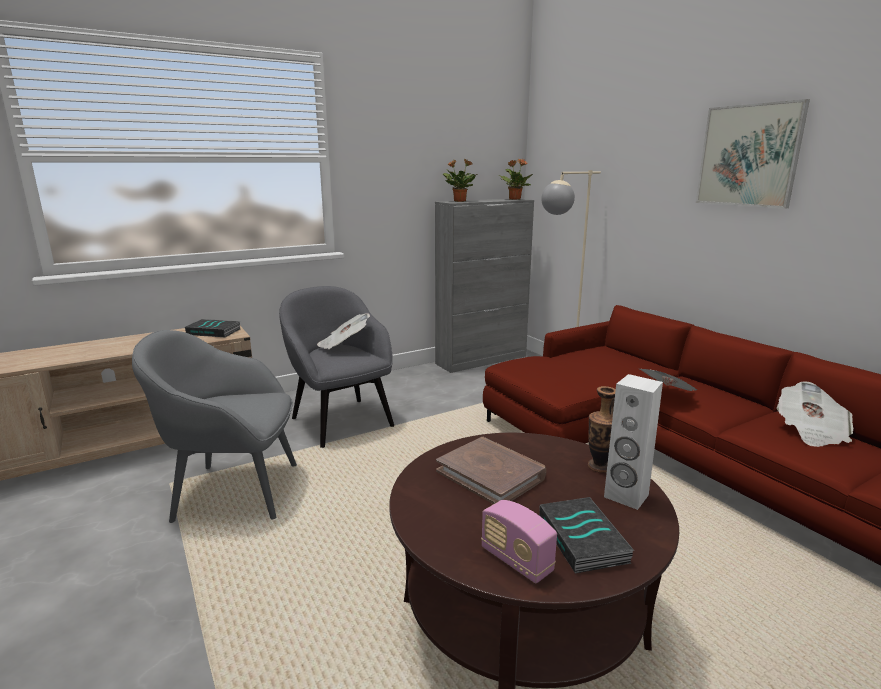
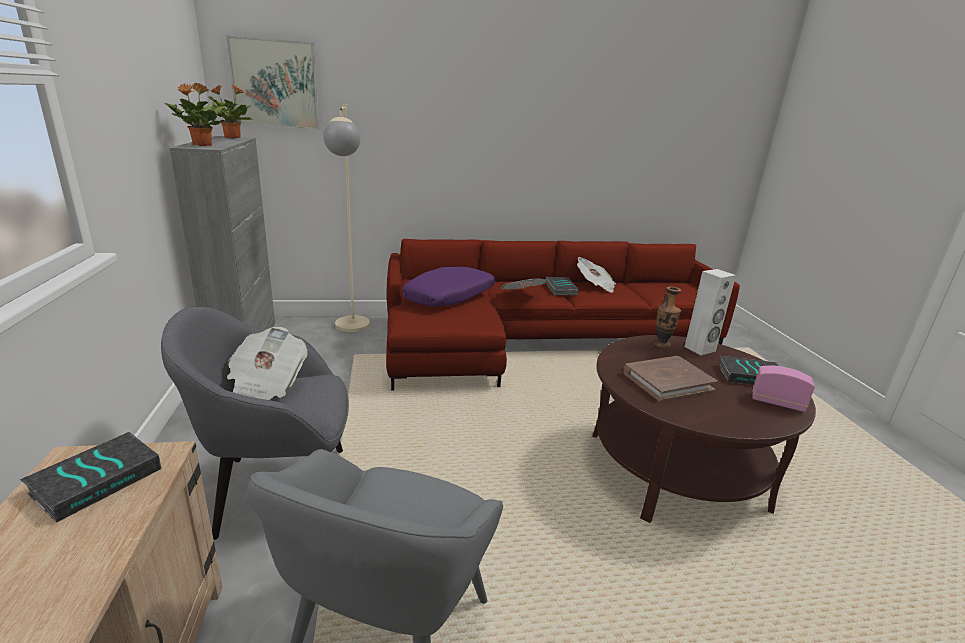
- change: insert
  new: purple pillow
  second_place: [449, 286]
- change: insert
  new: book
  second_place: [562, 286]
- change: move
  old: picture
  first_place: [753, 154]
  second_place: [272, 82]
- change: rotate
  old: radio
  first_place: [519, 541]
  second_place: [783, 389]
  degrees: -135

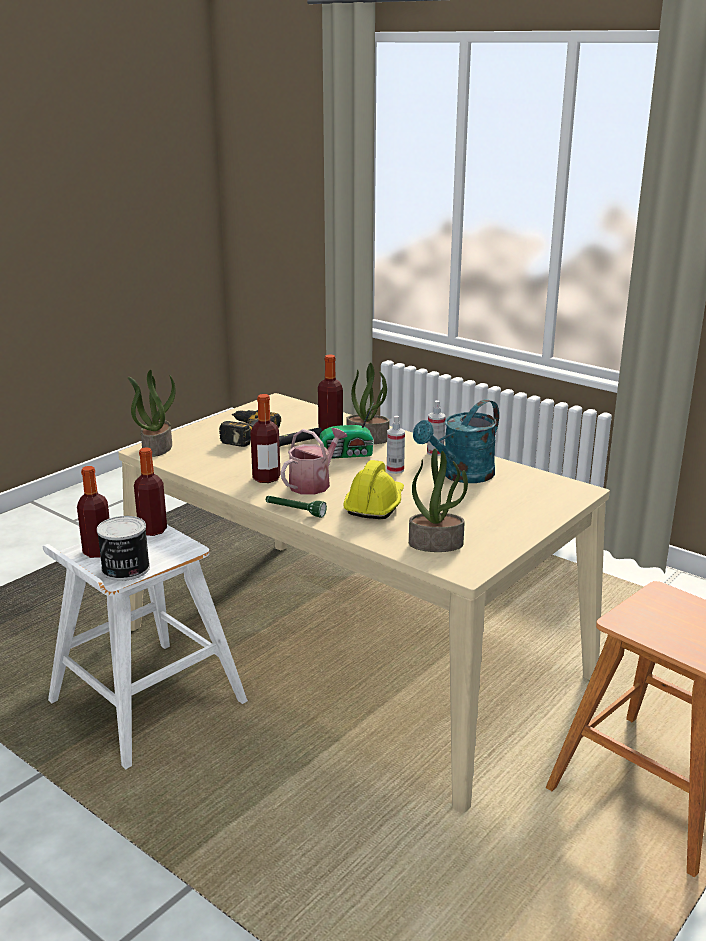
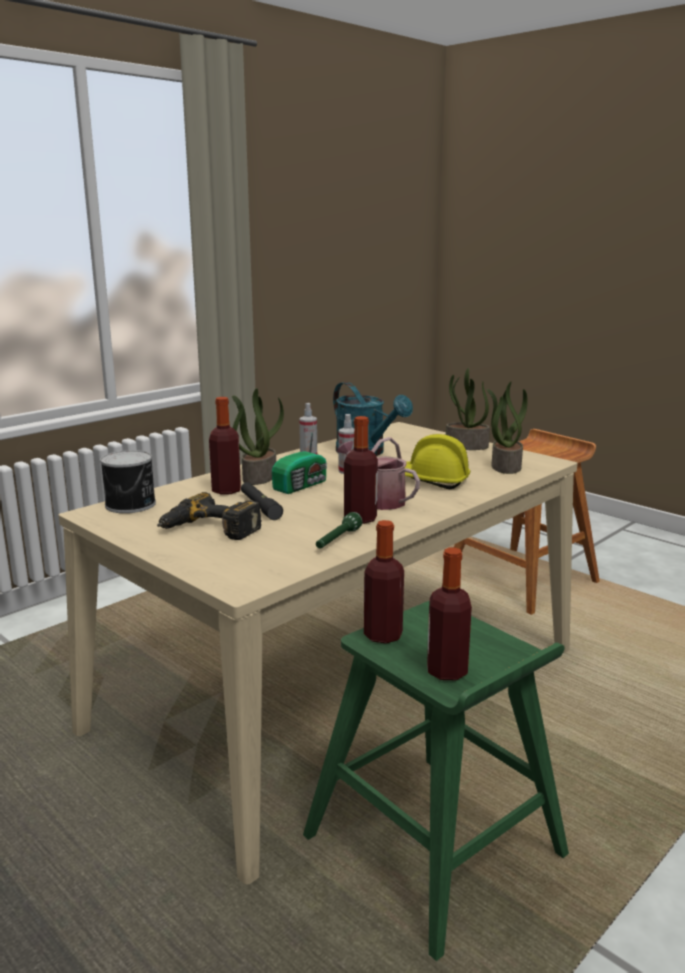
- change: move
  old: can
  first_place: [123, 548]
  second_place: [128, 481]
- change: move
  old: potted plant
  first_place: [152, 413]
  second_place: [468, 409]
- change: move
  old: green flashlight
  first_place: [296, 506]
  second_place: [339, 530]
- change: recolor
  old: white stool
  new: green stool
  first_place: [145, 647]
  second_place: [436, 781]
- change: rotate
  old: radio
  first_place: [347, 430]
  second_place: [299, 458]
  degrees: 45

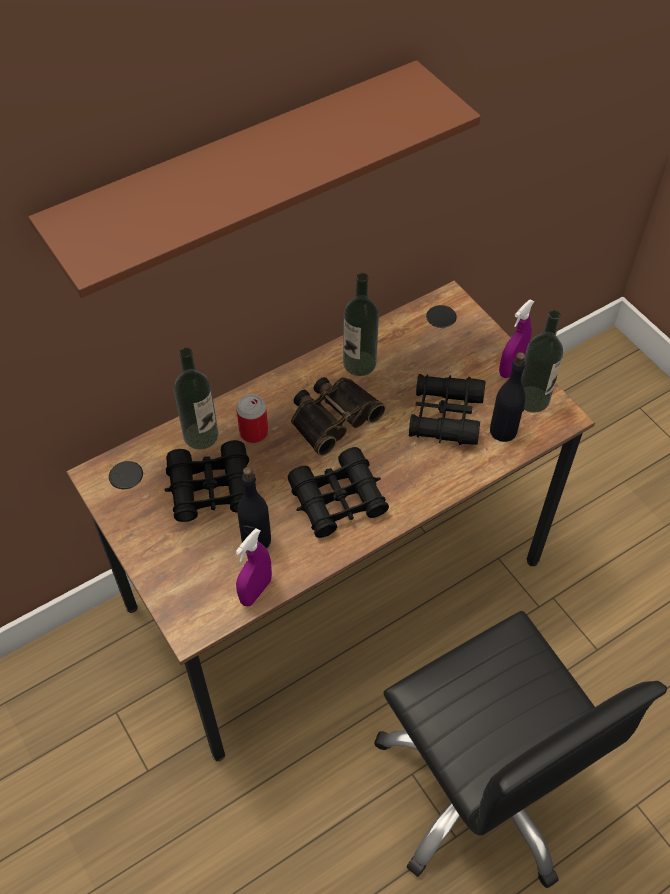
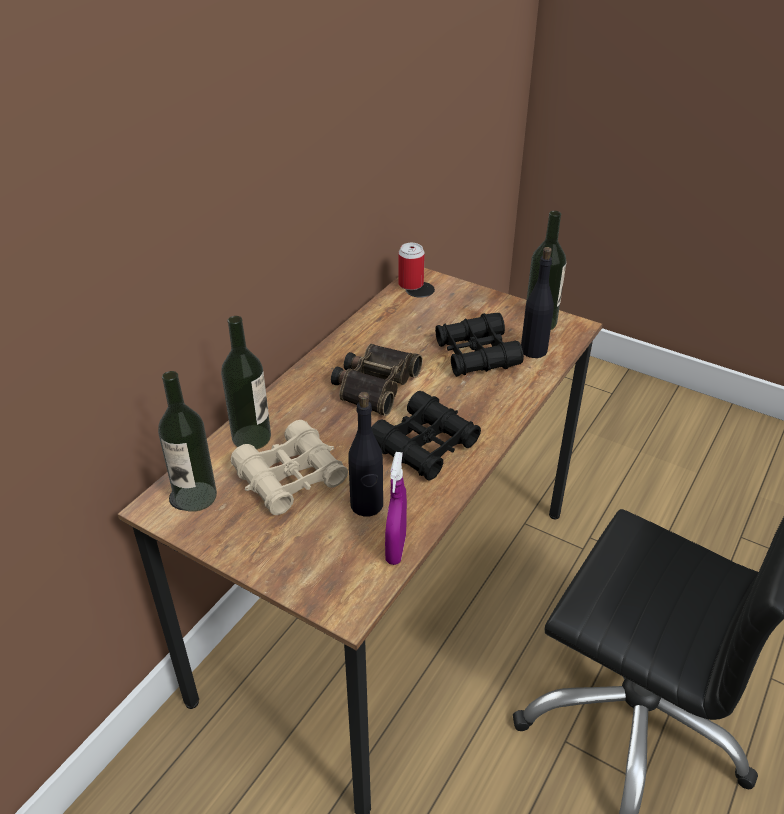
- change: delete
  old: brown shelf
  first_place: [254, 179]
- change: delete
  old: purple spray bottle
  first_place: [516, 339]
- change: move
  old: can
  first_place: [252, 418]
  second_place: [411, 266]
- change: move
  old: bottle
  first_place: [361, 324]
  second_place: [187, 441]
- change: recolor
  old: black binoculars
  new: beige binoculars
  first_place: [206, 481]
  second_place: [289, 467]

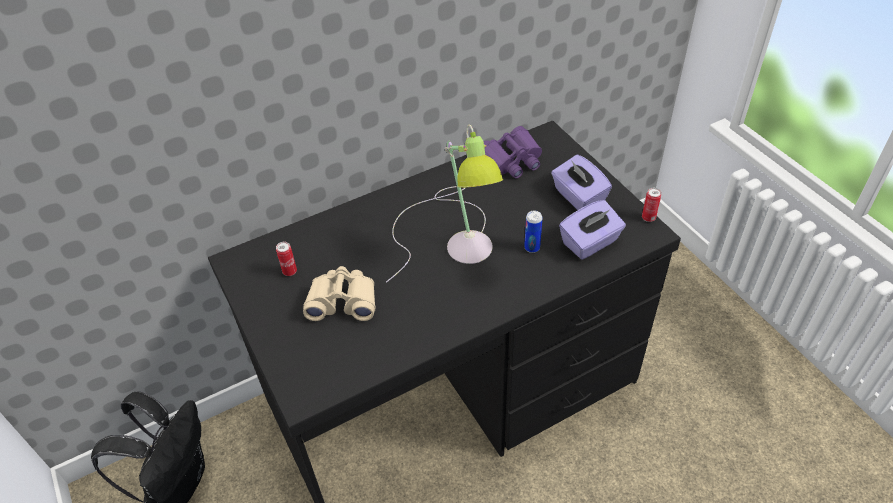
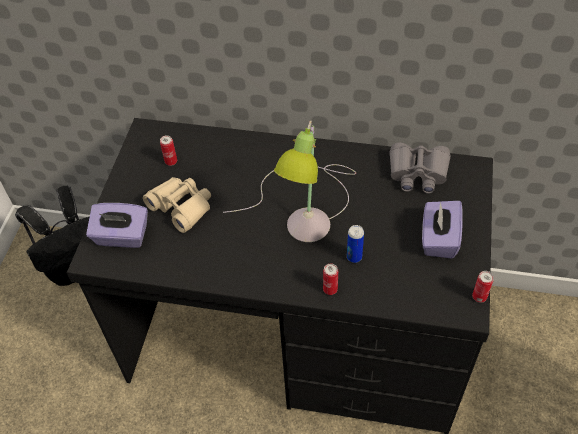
- change: insert
  new: can
  second_place: [330, 279]
- change: move
  old: purple tissue box
  first_place: [592, 230]
  second_place: [117, 225]
- change: recolor
  old: purple binoculars
  new: grey binoculars
  first_place: [513, 152]
  second_place: [420, 168]

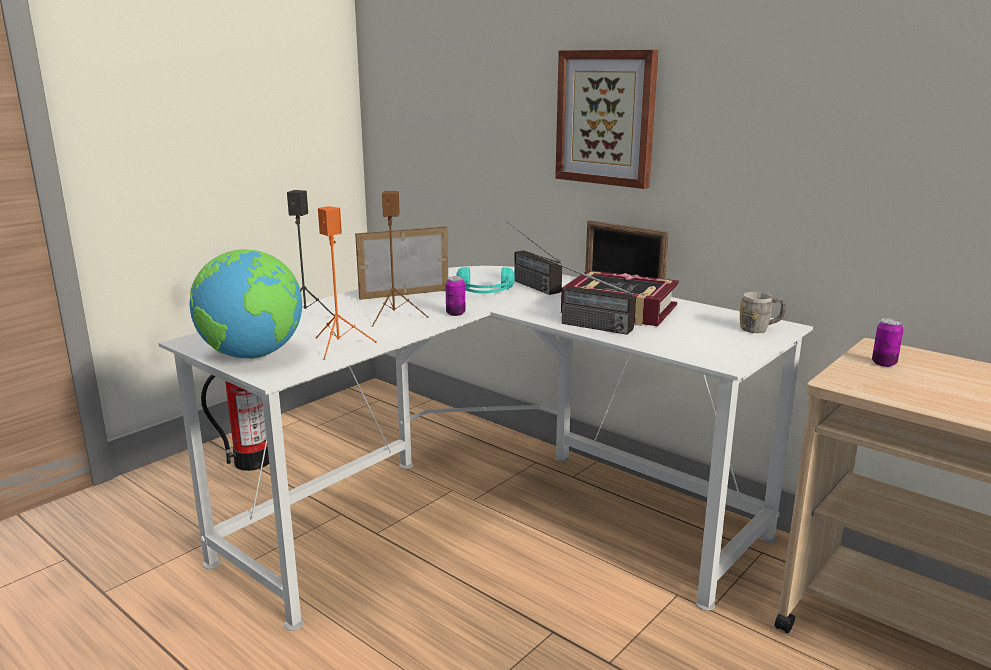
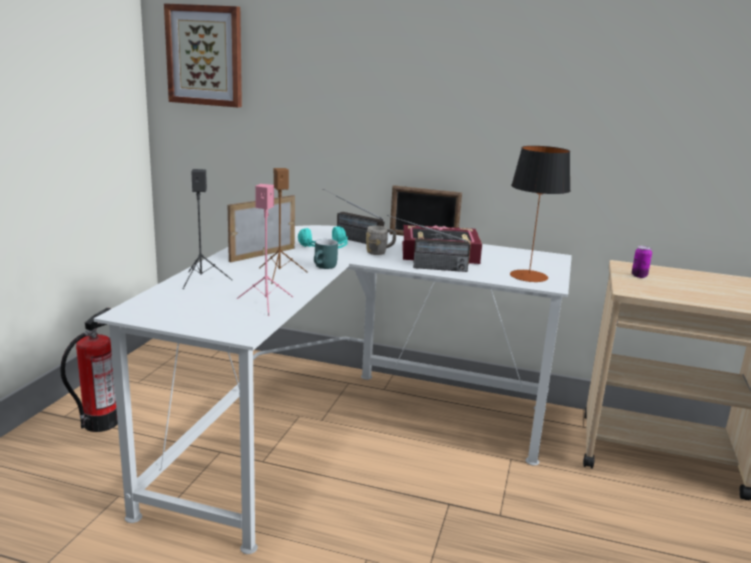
- change: delete
  old: globe
  first_place: [246, 304]
- change: insert
  new: table lamp
  second_place: [540, 214]
- change: move
  old: picture
  first_place: [606, 119]
  second_place: [203, 55]
- change: move
  old: grey mug
  first_place: [763, 312]
  second_place: [381, 240]
- change: replace
  old: can
  new: turquoise mug
  first_place: [455, 296]
  second_place: [326, 254]
- change: recolor
  old: orange speaker
  new: pink speaker
  first_place: [346, 283]
  second_place: [265, 250]

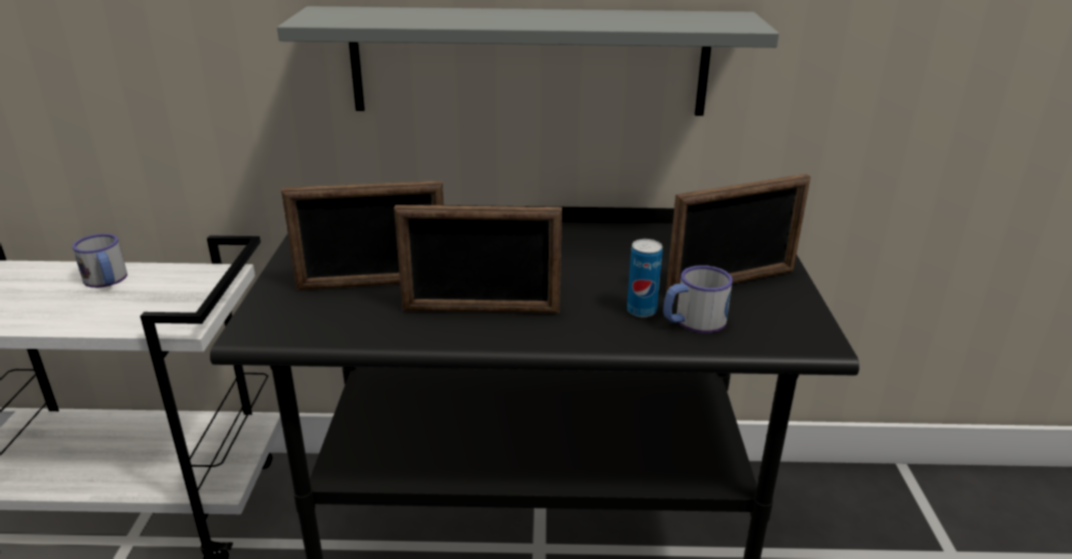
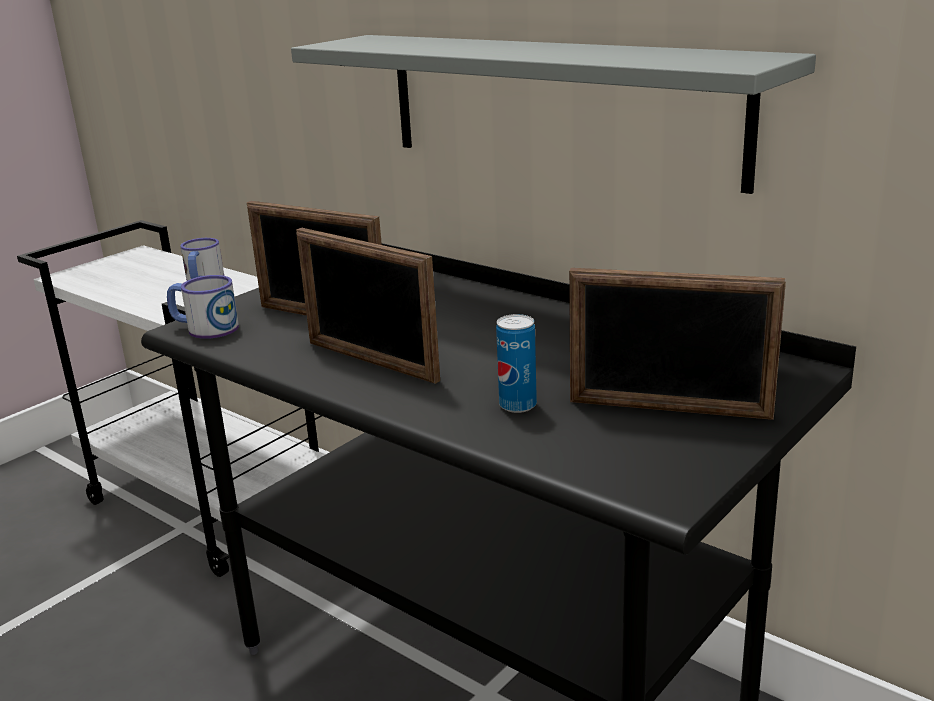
- change: move
  old: mug
  first_place: [698, 299]
  second_place: [203, 307]

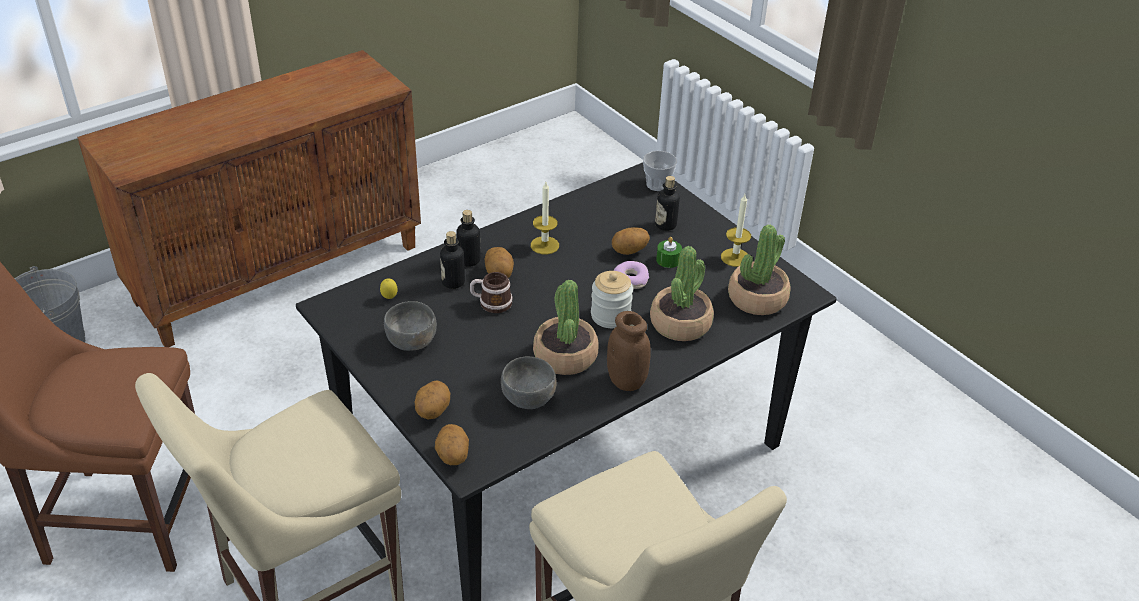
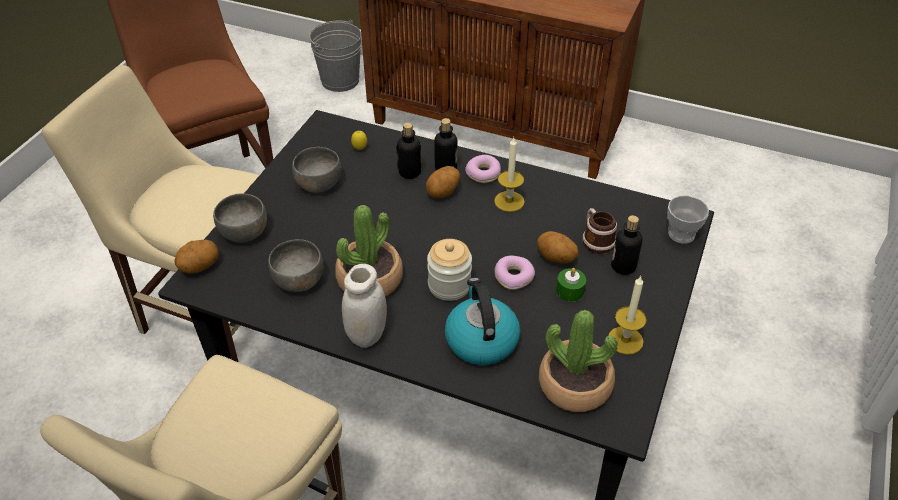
- change: insert
  new: donut
  second_place: [483, 169]
- change: move
  old: mug
  first_place: [491, 292]
  second_place: [600, 231]
- change: replace
  old: potato
  new: grey bowl
  first_place: [432, 400]
  second_place: [240, 218]
- change: replace
  old: potted plant
  new: kettle
  first_place: [682, 293]
  second_place: [482, 321]
- change: recolor
  old: brown jar
  new: white jar
  first_place: [629, 351]
  second_place: [364, 306]

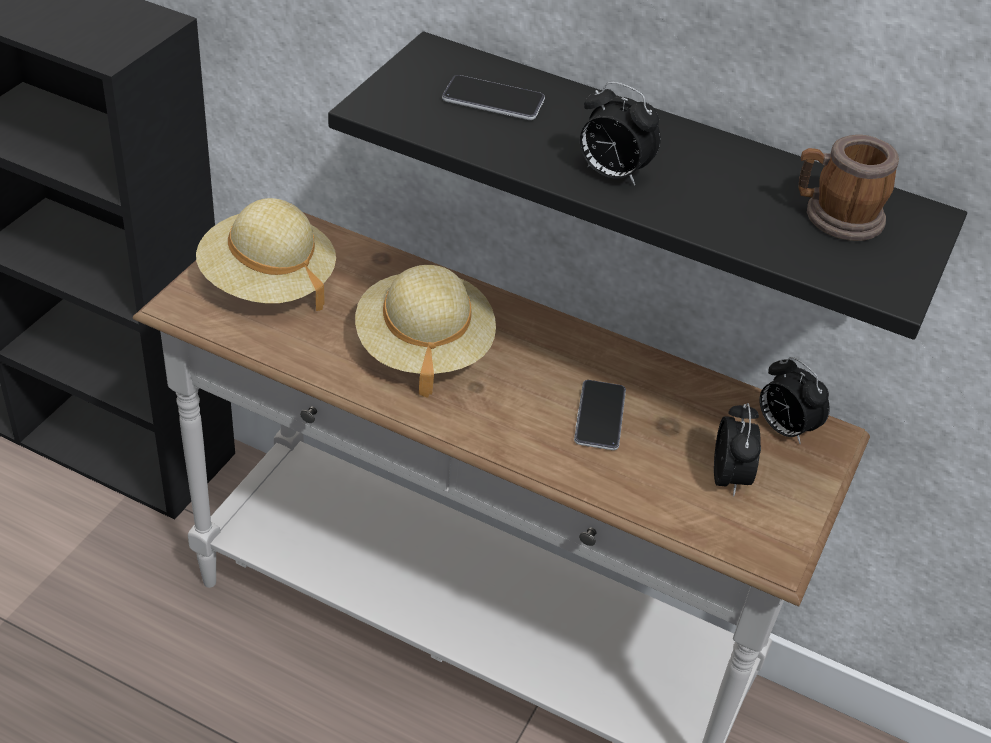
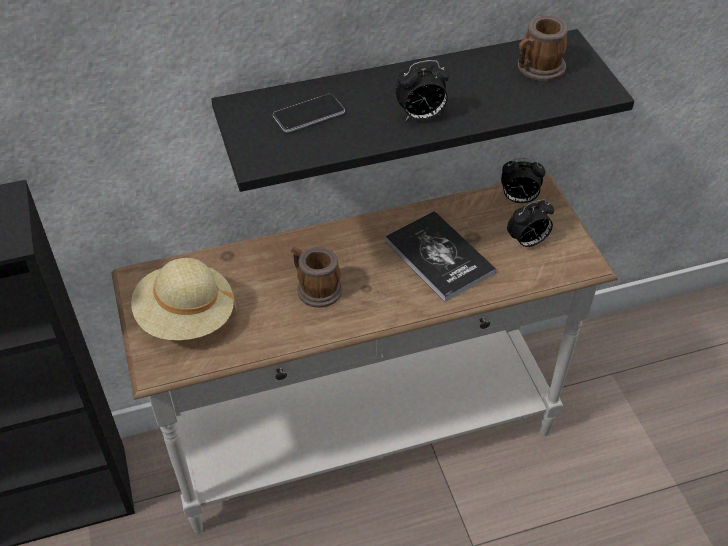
- change: replace
  old: beige hat
  new: mug
  first_place: [425, 331]
  second_place: [316, 277]
- change: replace
  old: phone
  new: book
  first_place: [600, 415]
  second_place: [440, 256]
- change: rotate
  old: alarm clock
  first_place: [737, 449]
  second_place: [530, 223]
  degrees: 105

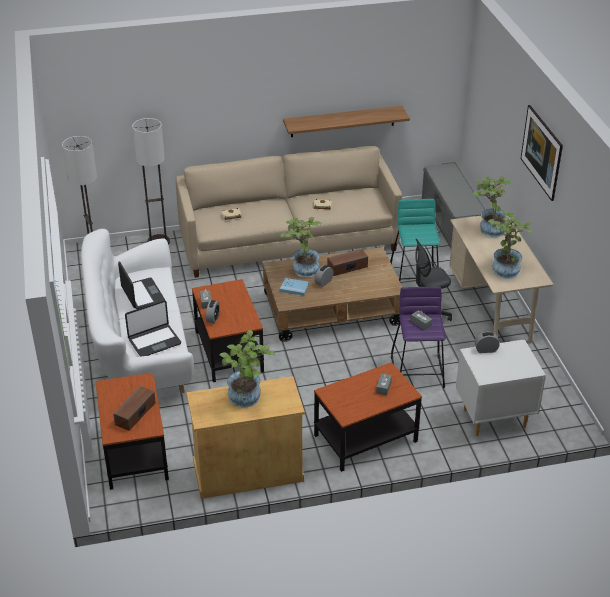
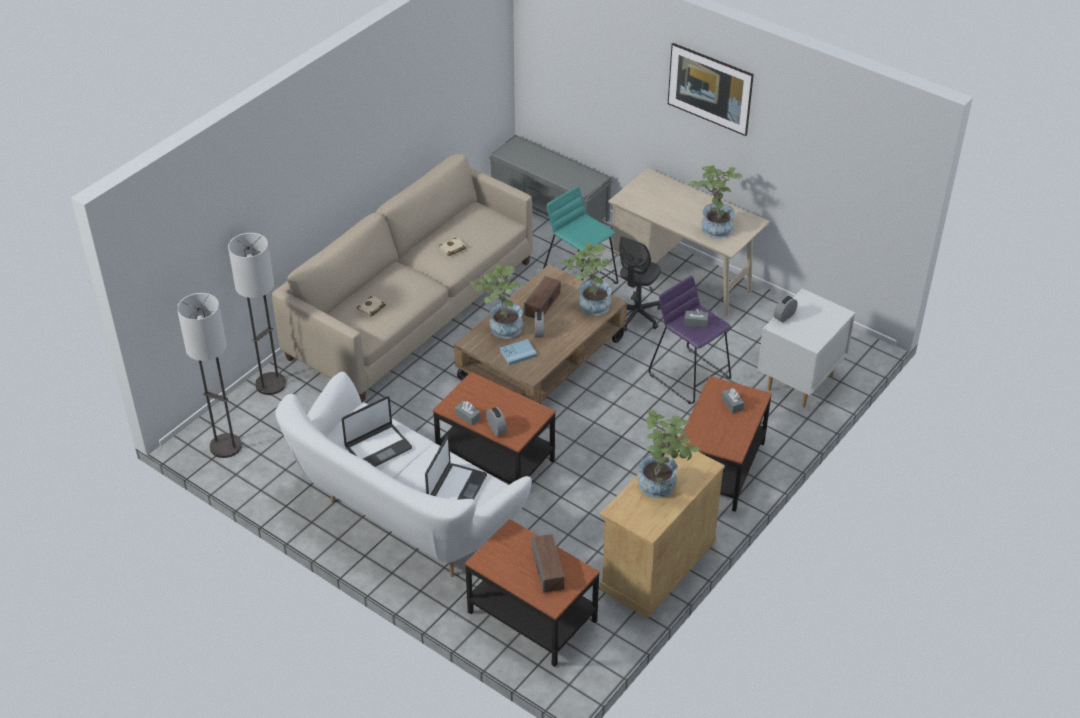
- change: delete
  old: shelf
  first_place: [346, 121]
- change: move
  old: potted plant
  first_place: [493, 206]
  second_place: [586, 279]
- change: rotate
  old: laptop
  first_place: [141, 285]
  second_place: [377, 431]
  degrees: 120

